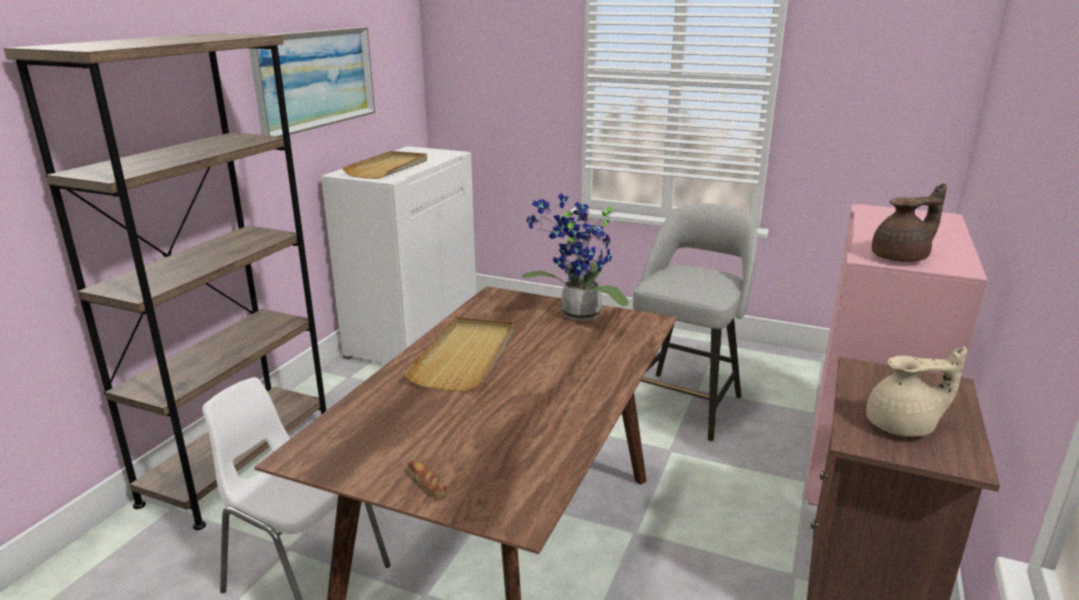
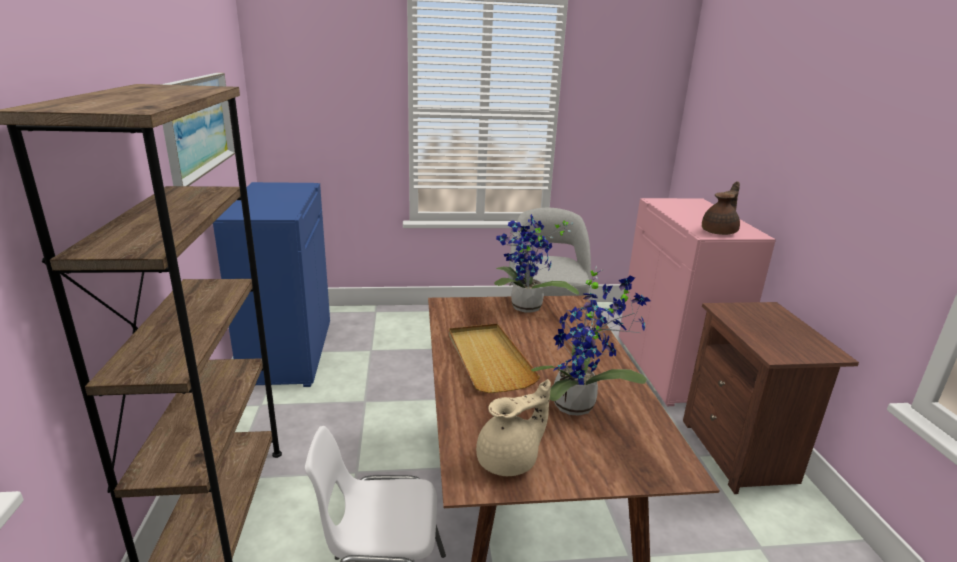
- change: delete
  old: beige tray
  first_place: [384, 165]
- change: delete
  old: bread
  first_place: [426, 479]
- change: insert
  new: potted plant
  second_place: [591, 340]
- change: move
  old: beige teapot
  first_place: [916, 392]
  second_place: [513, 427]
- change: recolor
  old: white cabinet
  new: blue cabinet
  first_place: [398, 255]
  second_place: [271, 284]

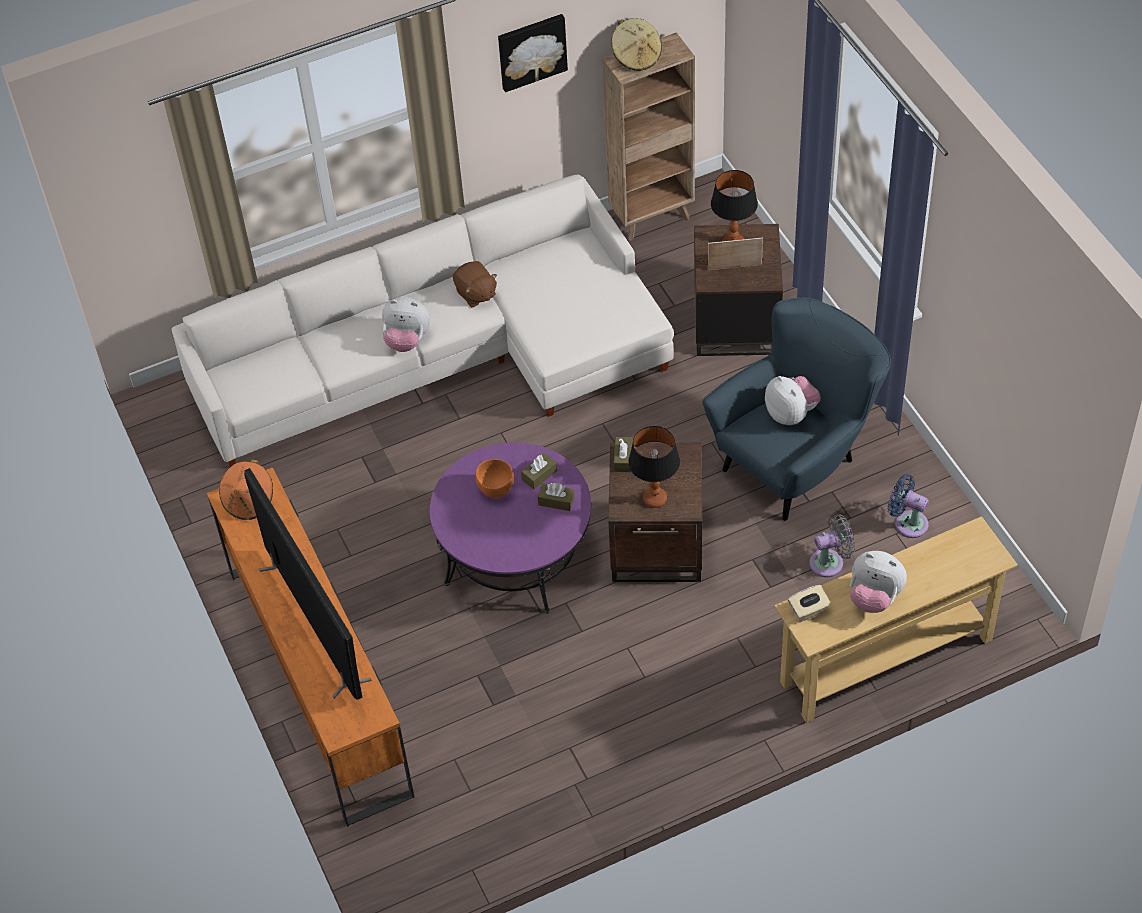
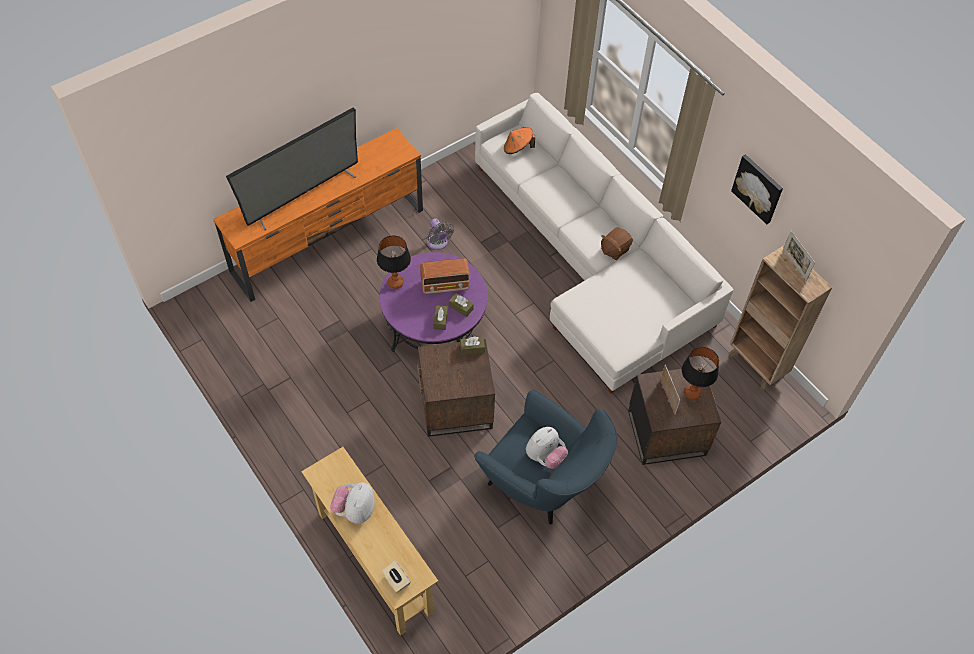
- change: delete
  old: plush toy
  first_place: [406, 324]
- change: delete
  old: blue fan
  first_place: [908, 506]
- change: move
  old: orange hat
  first_place: [246, 489]
  second_place: [520, 140]
- change: move
  old: table lamp
  first_place: [654, 467]
  second_place: [394, 262]
- change: move
  old: beige tissue box
  first_place: [809, 603]
  second_place: [396, 576]
- change: move
  old: grey fan
  first_place: [832, 546]
  second_place: [440, 234]
- change: replace
  old: orange bowl
  new: radio
  first_place: [494, 478]
  second_place: [445, 276]
- change: replace
  old: beige hat
  new: picture frame
  first_place: [636, 44]
  second_place: [799, 256]

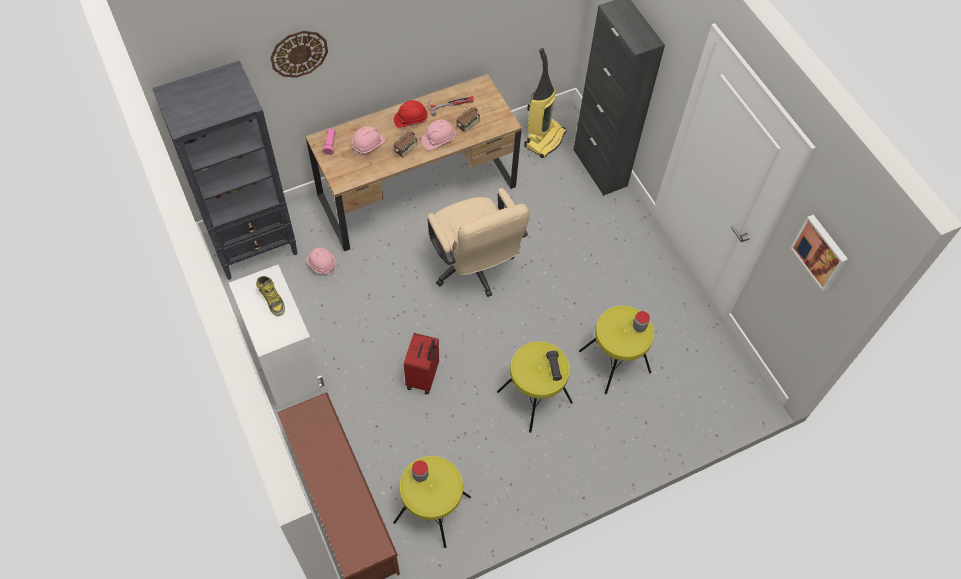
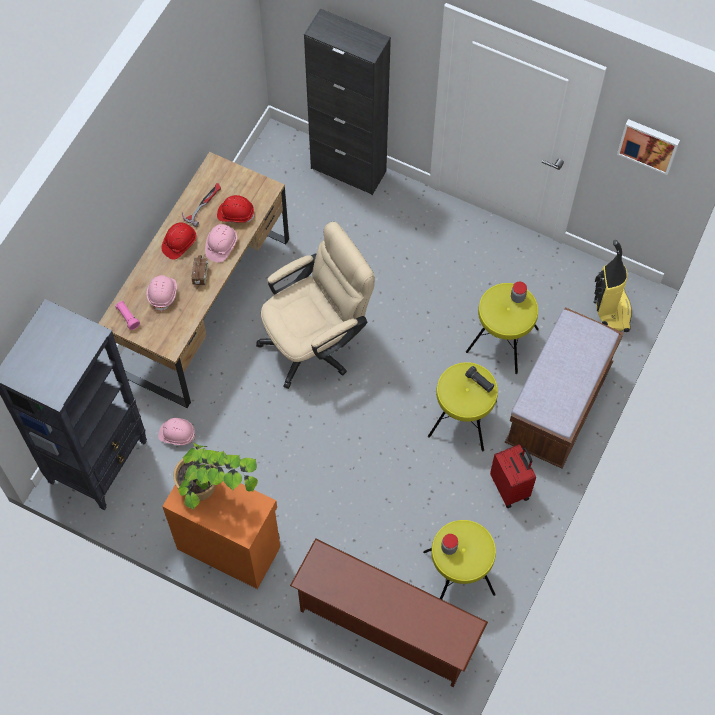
- change: delete
  old: wall clock
  first_place: [299, 54]
- change: insert
  new: brown bench
  second_place: [564, 388]
- change: move
  old: red suitcase
  first_place: [421, 364]
  second_place: [513, 476]
- change: move
  old: vacuum cleaner
  first_place: [545, 103]
  second_place: [612, 286]
- change: replace
  old: boot
  new: potted plant
  first_place: [270, 296]
  second_place: [215, 476]
- change: replace
  old: radio
  new: red hard hat
  first_place: [468, 118]
  second_place: [236, 209]
- change: recolor
  old: white cabinet
  new: orange cabinet
  first_place: [277, 337]
  second_place: [221, 535]
- change: rotate
  old: beige office chair
  first_place: [478, 242]
  second_place: [315, 305]
  degrees: -60

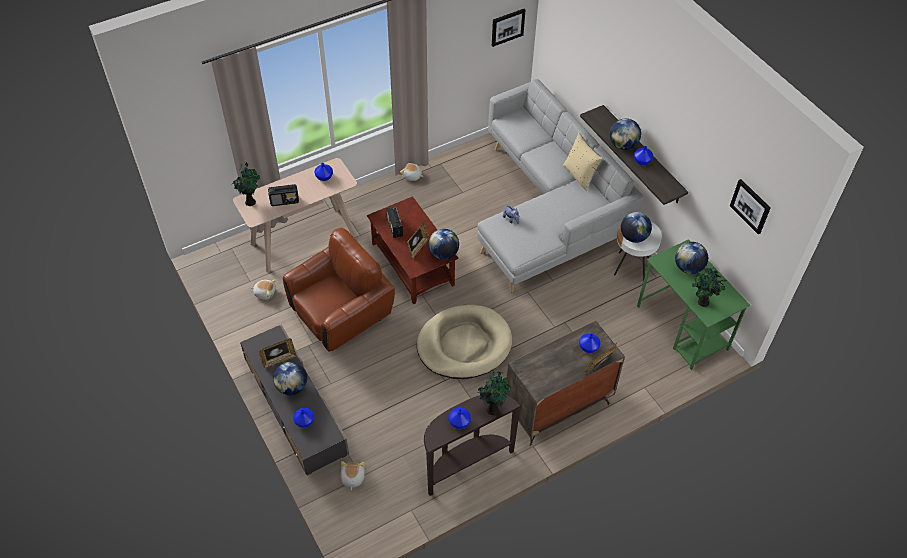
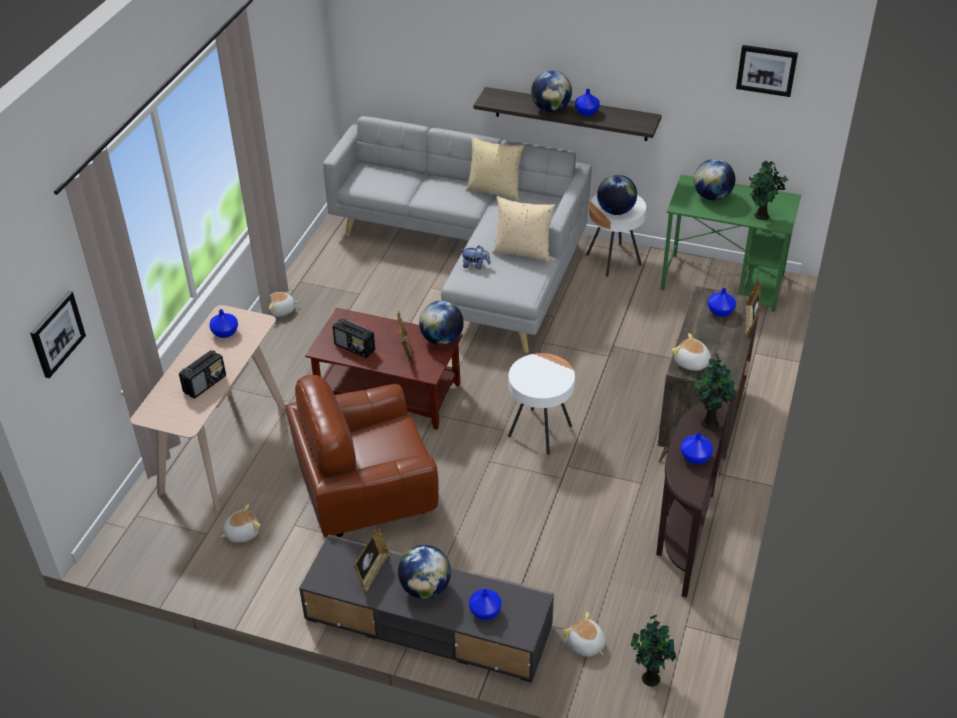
- change: insert
  new: beige pillow
  second_place: [523, 229]
- change: insert
  new: plush toy
  second_place: [691, 352]
- change: move
  old: potted plant
  first_place: [246, 184]
  second_place: [653, 651]
- change: move
  old: picture
  first_place: [508, 28]
  second_place: [58, 334]
- change: replace
  old: beige dog bed
  new: white side table
  first_place: [464, 342]
  second_place: [541, 404]
- change: rotate
  old: brown armchair
  first_place: [339, 290]
  second_place: [362, 455]
  degrees: -120

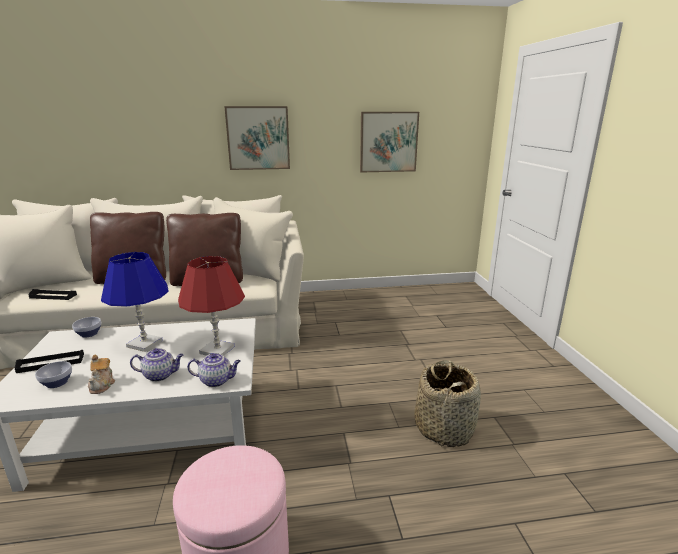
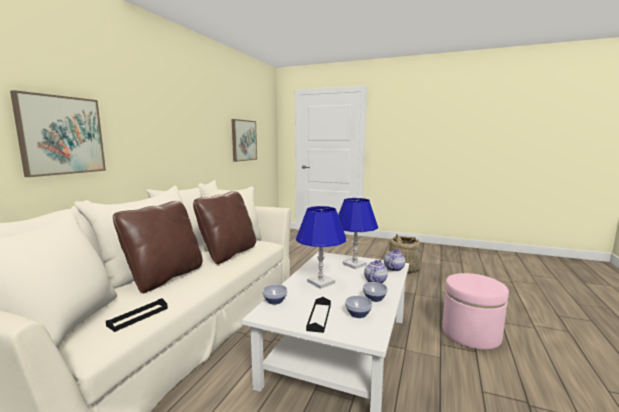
- change: move
  old: picture
  first_place: [257, 138]
  second_place: [58, 133]
- change: replace
  old: teapot
  new: bowl
  first_place: [101, 374]
  second_place: [375, 292]
- change: recolor
  old: red table lamp
  new: blue table lamp
  first_place: [211, 306]
  second_place: [358, 233]

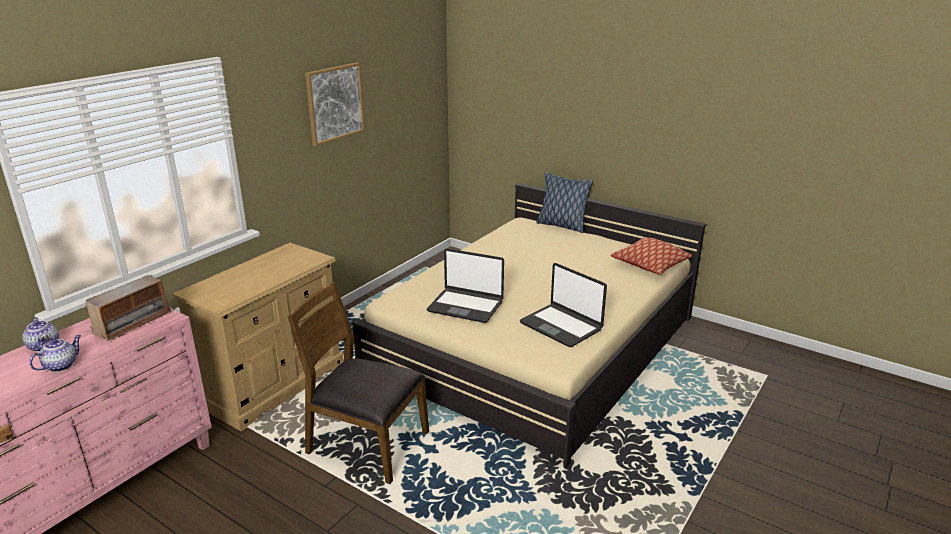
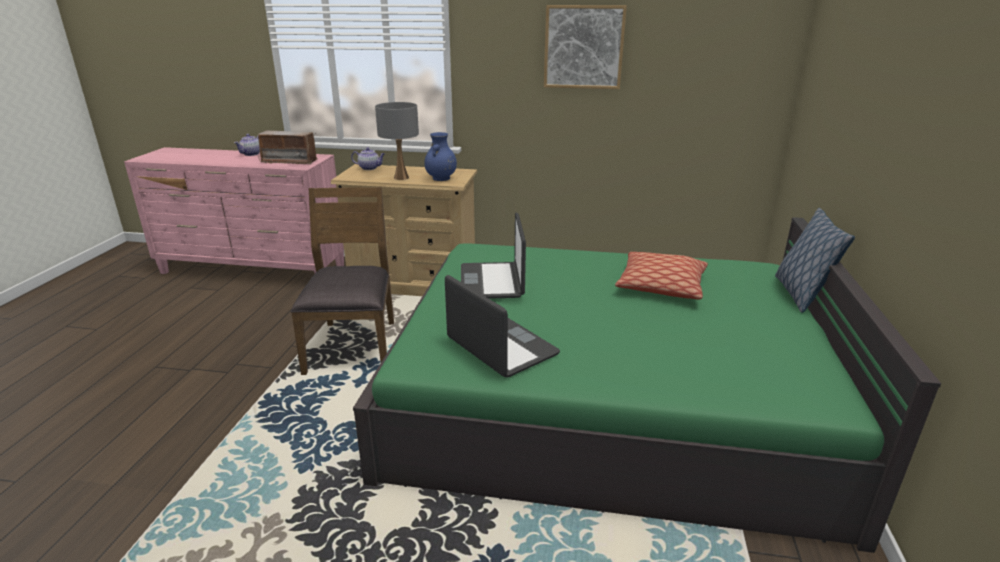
- change: insert
  new: grey table lamp
  second_place: [397, 141]
- change: insert
  new: blue vase
  second_place: [440, 156]
- change: move
  old: teapot
  first_place: [55, 353]
  second_place: [368, 159]
- change: move
  old: pillow
  first_place: [651, 256]
  second_place: [661, 275]
- change: recolor
  old: beige bed
  new: green bed
  first_place: [529, 326]
  second_place: [647, 385]
- change: rotate
  old: laptop
  first_place: [563, 305]
  second_place: [502, 326]
  degrees: 120

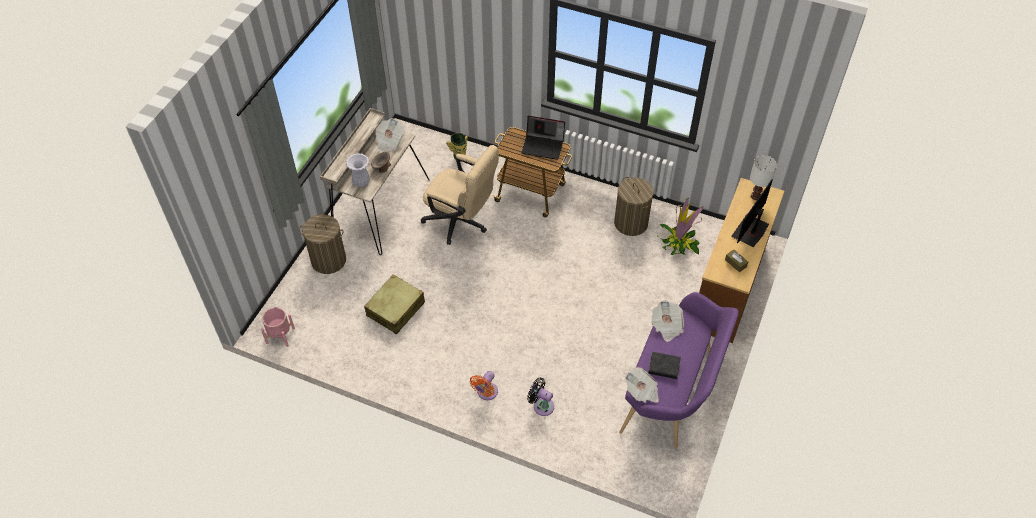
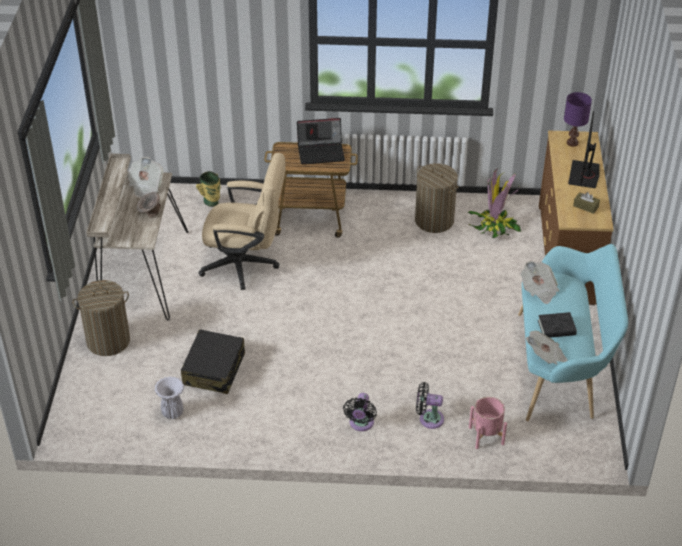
- change: move
  old: pink planter
  first_place: [278, 327]
  second_place: [488, 423]
- change: move
  old: white vase
  first_place: [358, 170]
  second_place: [169, 397]
- change: recolor
  old: beige suitcase
  new: black suitcase
  first_place: [394, 304]
  second_place: [213, 361]
- change: recolor
  old: orange fan
  new: black fan
  first_place: [484, 385]
  second_place: [360, 412]
- change: recolor
  old: purple bench
  new: turquoise bench
  first_place: [679, 370]
  second_place: [573, 332]
- change: recolor
  old: white table lamp
  new: purple table lamp
  first_place: [763, 177]
  second_place: [578, 119]

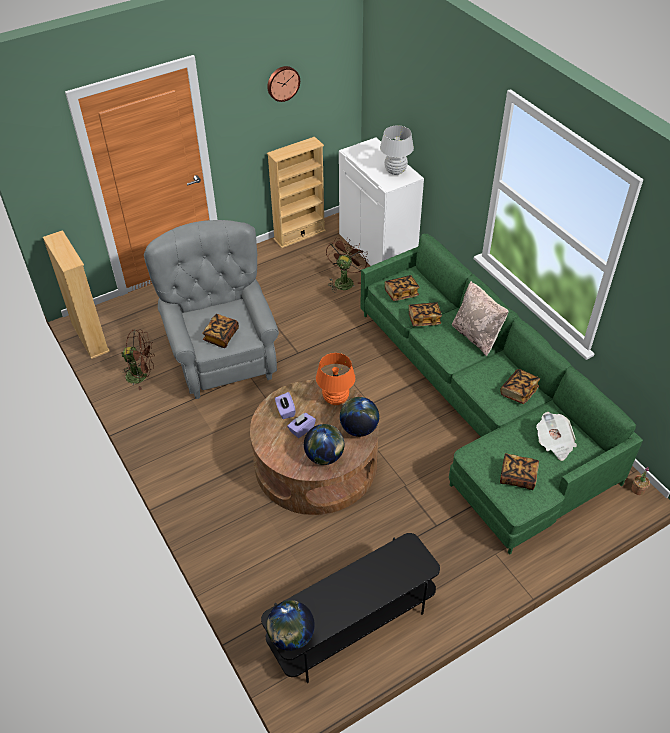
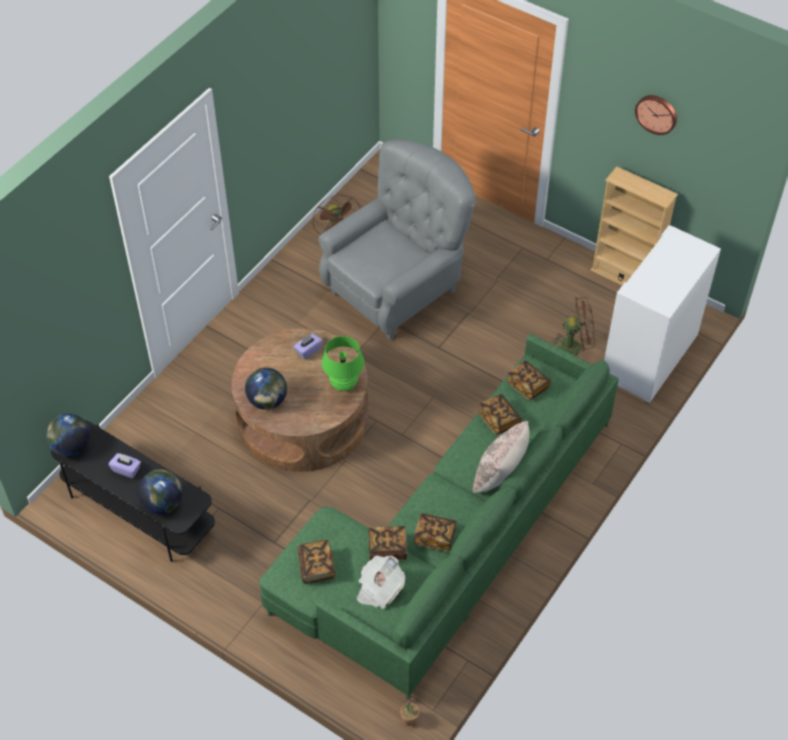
- change: delete
  old: beige bookcase
  first_place: [76, 294]
- change: delete
  old: white table lamp
  first_place: [397, 150]
- change: move
  old: book
  first_place: [220, 331]
  second_place: [387, 543]
- change: move
  old: purple tissue box
  first_place: [301, 425]
  second_place: [125, 465]
- change: move
  old: globe
  first_place: [360, 417]
  second_place: [160, 491]
- change: recolor
  old: orange table lamp
  new: green table lamp
  first_place: [335, 379]
  second_place: [343, 363]

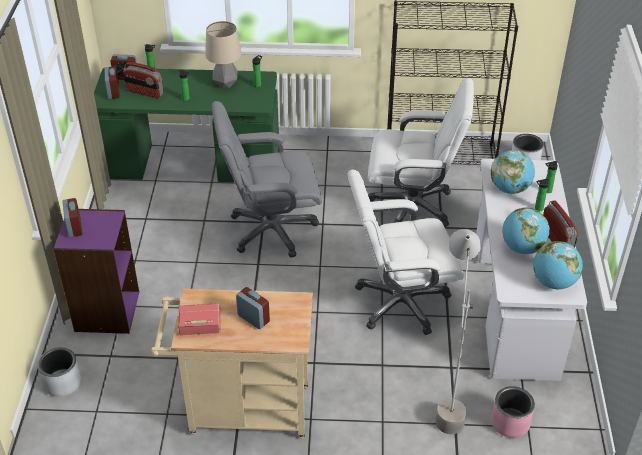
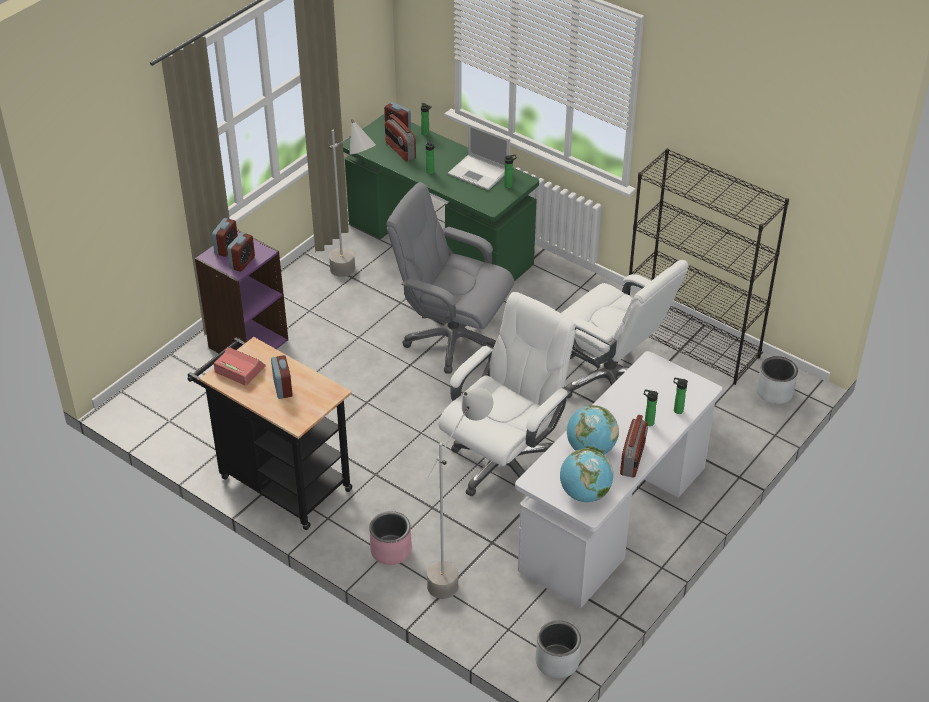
- change: delete
  old: globe
  first_place: [513, 172]
- change: insert
  new: grey floor lamp
  second_place: [352, 198]
- change: move
  old: grey planter
  first_place: [59, 372]
  second_place: [558, 649]
- change: move
  old: alarm clock
  first_place: [112, 82]
  second_place: [241, 252]
- change: move
  old: pink planter
  first_place: [513, 412]
  second_place: [390, 538]
- change: replace
  old: table lamp
  new: laptop
  first_place: [223, 54]
  second_place: [479, 157]
- change: recolor
  old: beige cart
  new: black cart
  first_place: [232, 363]
  second_place: [269, 433]
- change: rotate
  old: white office chair
  first_place: [405, 252]
  second_place: [507, 394]
  degrees: 105

